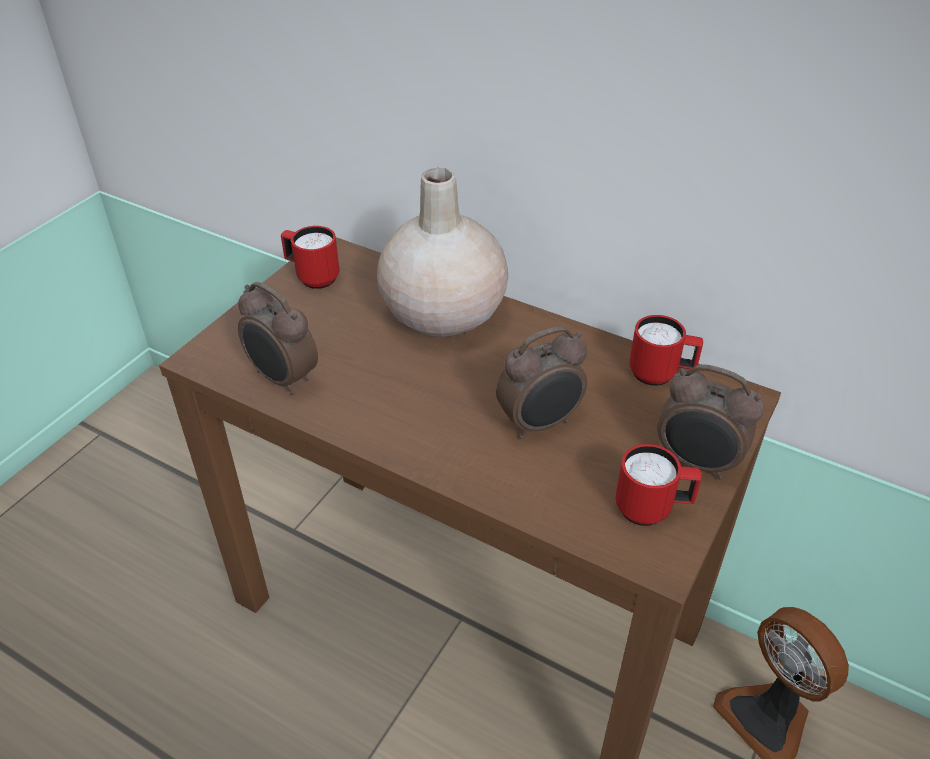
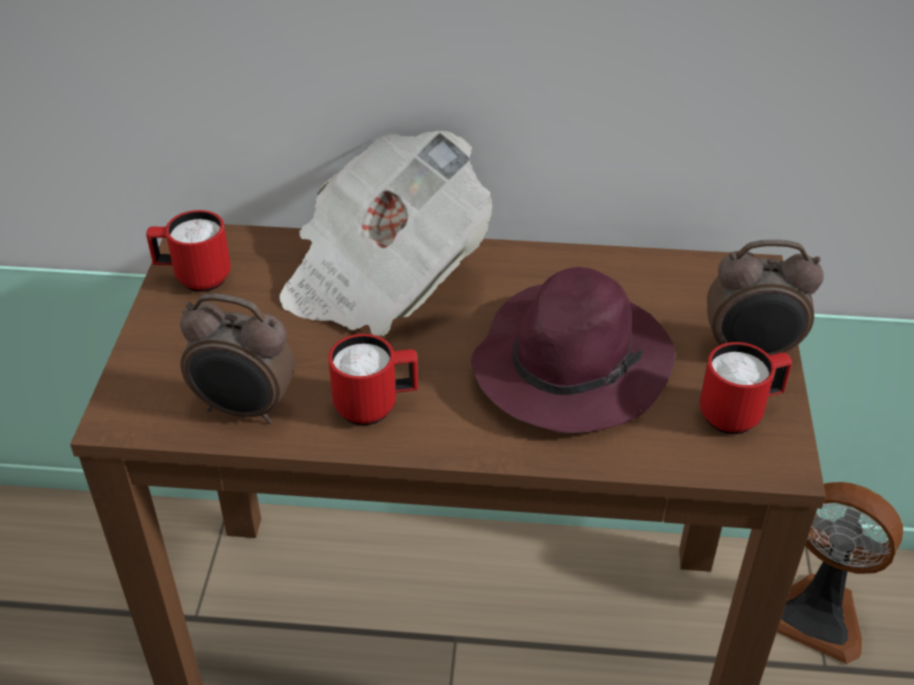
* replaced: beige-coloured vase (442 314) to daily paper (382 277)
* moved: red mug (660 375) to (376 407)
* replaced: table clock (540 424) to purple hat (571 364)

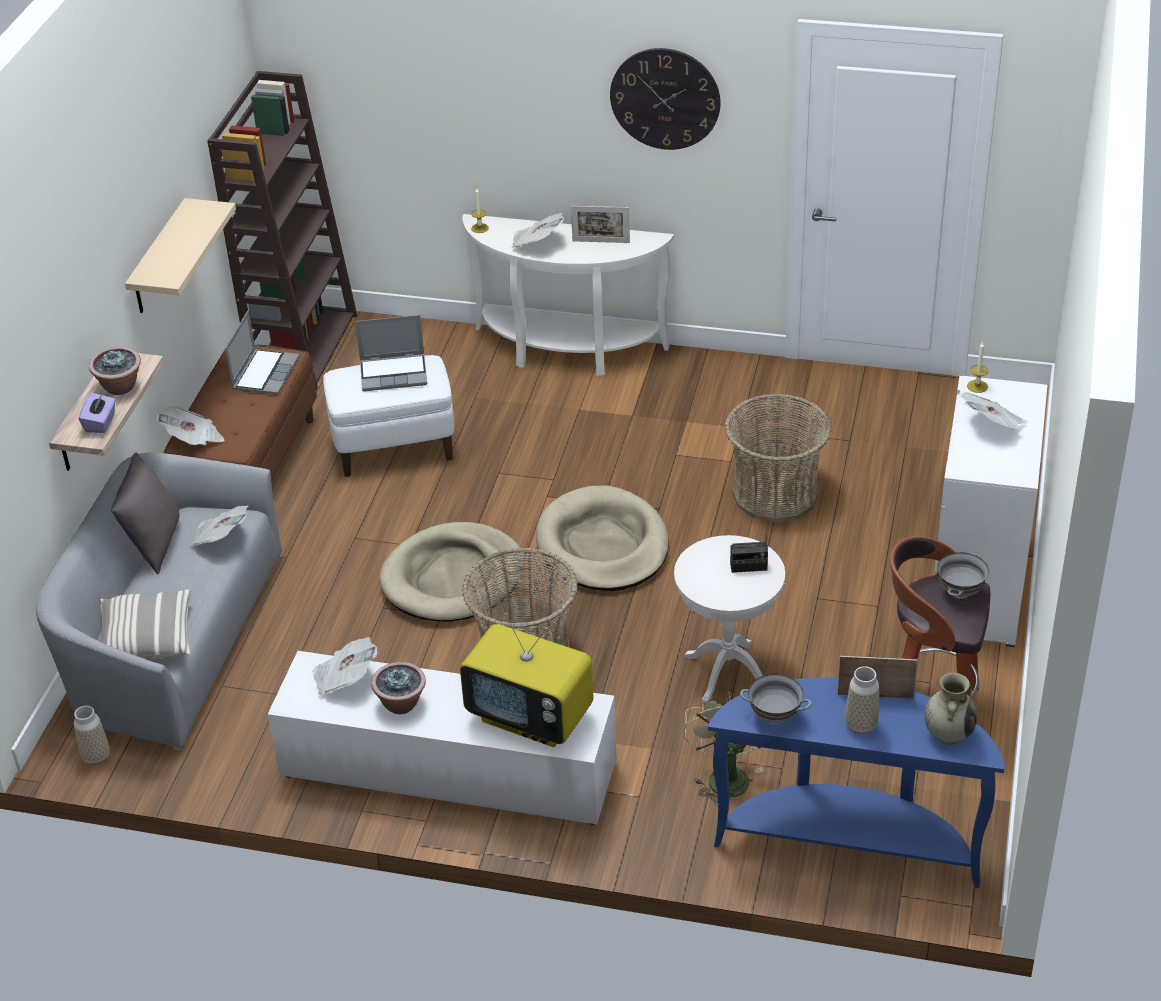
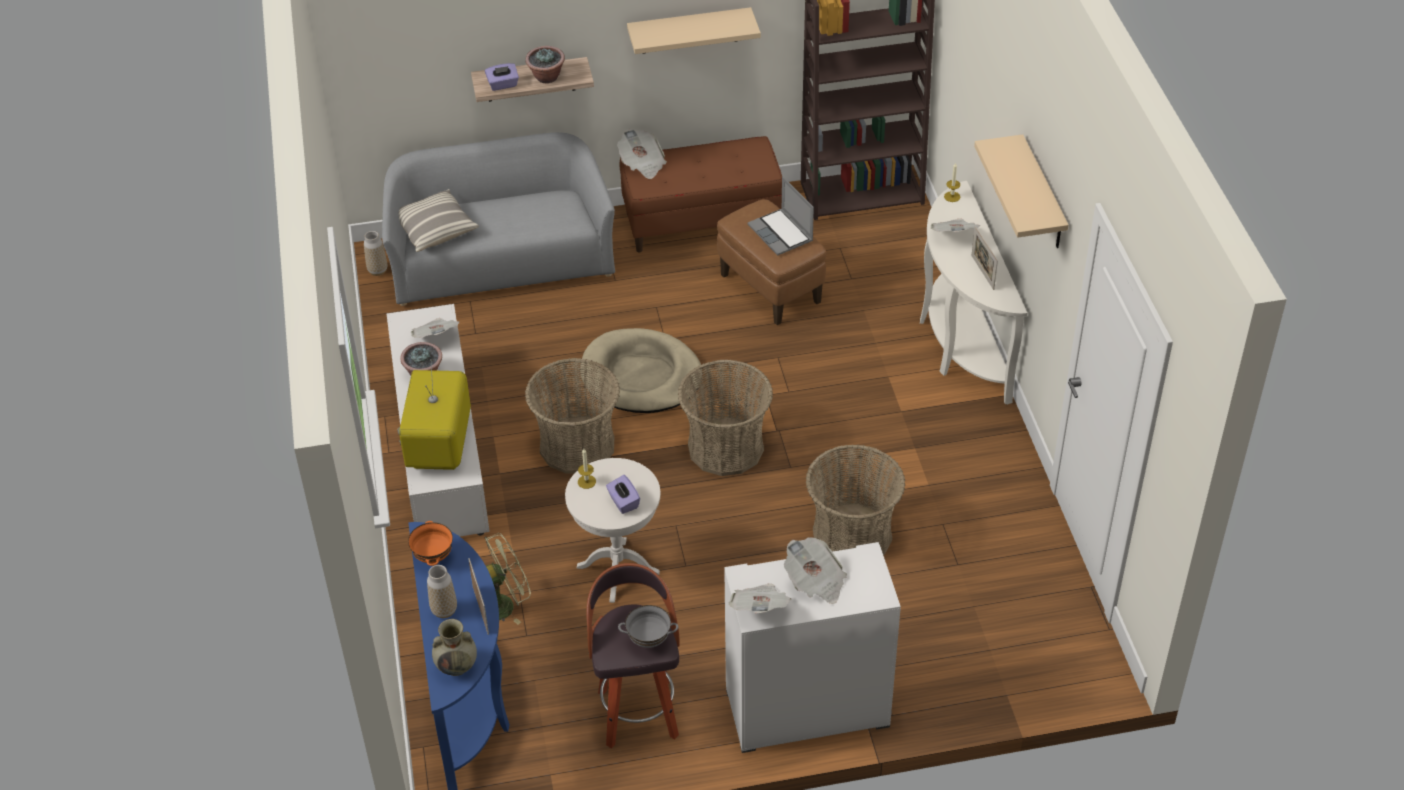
* recoloured: grey deep dish (774 717) to orangey deep dish (433 557)
* moved: wax candle (977 386) to (586 481)
* replaced: radio (748 567) to purple tissue holder (623 502)
* replaced: beige-coloured pet bed (602 545) to basket (725 448)
* recoloured: white-coloured ottoman (395 449) to brown ottoman (771 289)
* moved: daily paper (221 538) to (760 609)
* replaced: wall clock (665 98) to beige-coloured bracket shelf (1043 195)
* removed: grey pillow (154 544)
* removed: laptop (265 373)

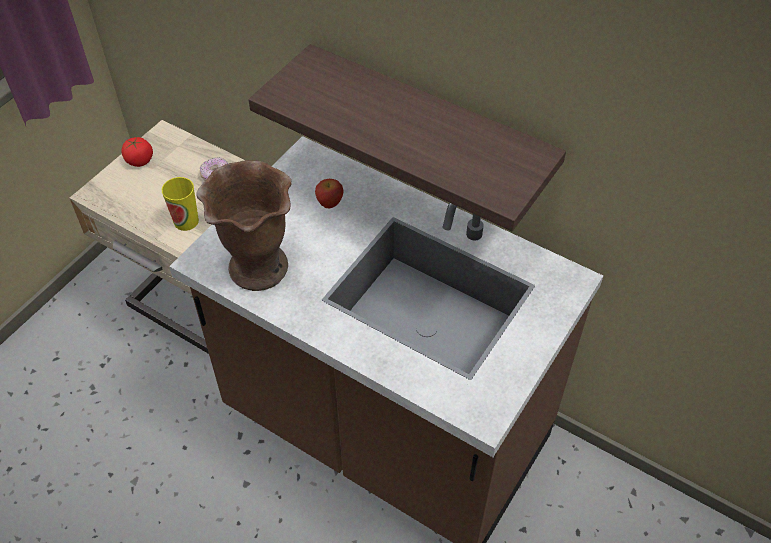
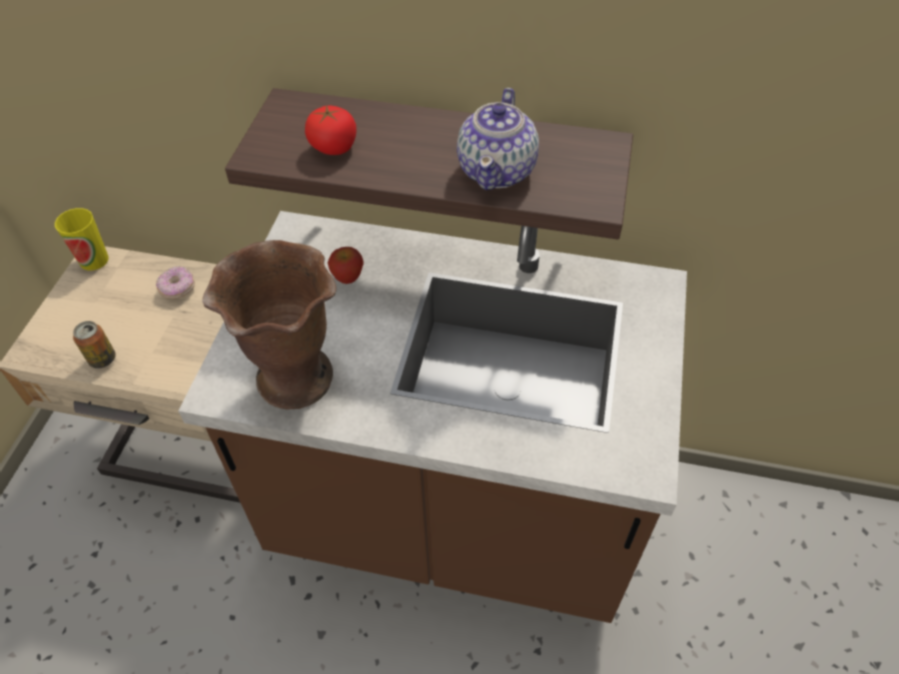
* moved: cup (186 221) to (94 260)
* added: metal can (102 359)
* moved: whole tomato (139 160) to (333 147)
* added: tea pot (497 170)

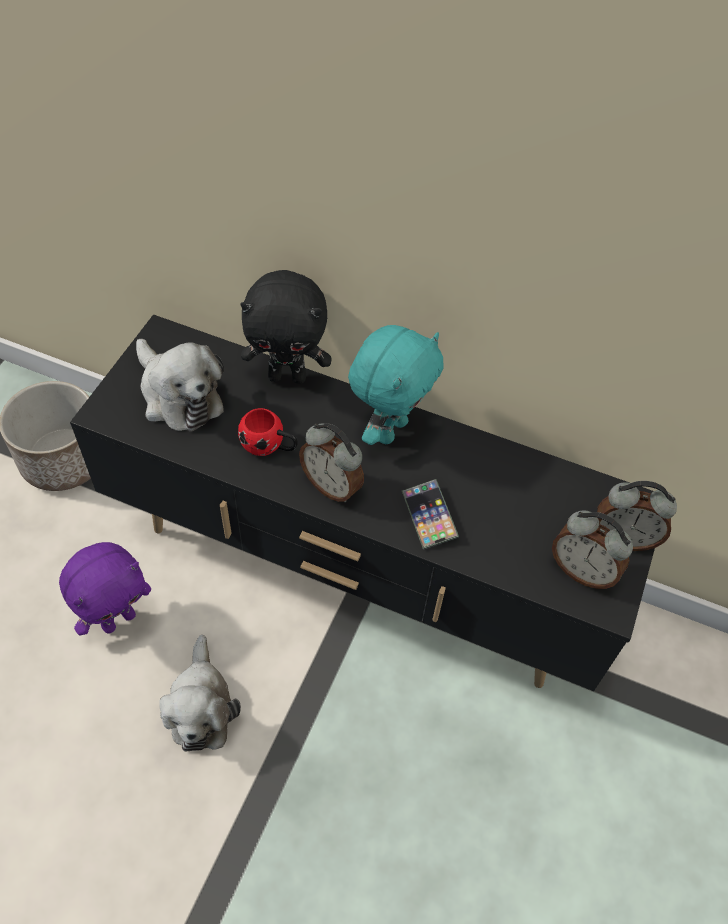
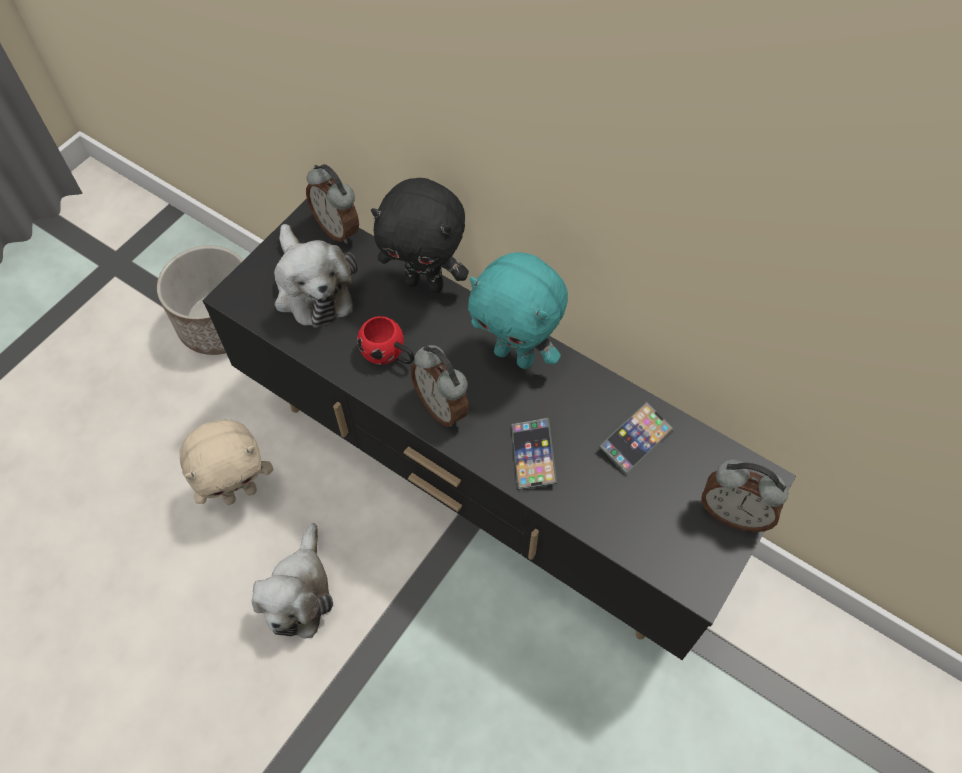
* recoloured: purple cuddly toy (118 619) to beige-coloured cuddly toy (240 492)
* moved: table clock (582 570) to (338 229)
* turned: turquoise-coloured cuddly toy (389 429) = (515 355) 75 degrees clockwise
* added: phone (635 440)

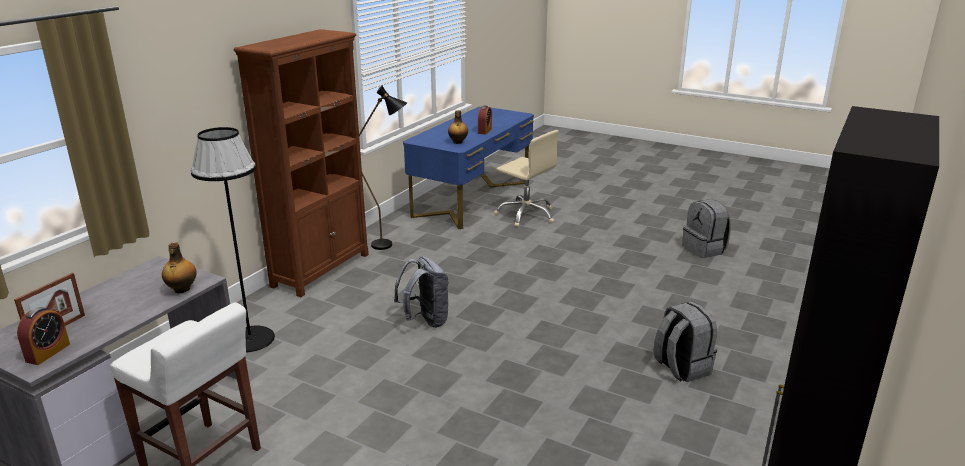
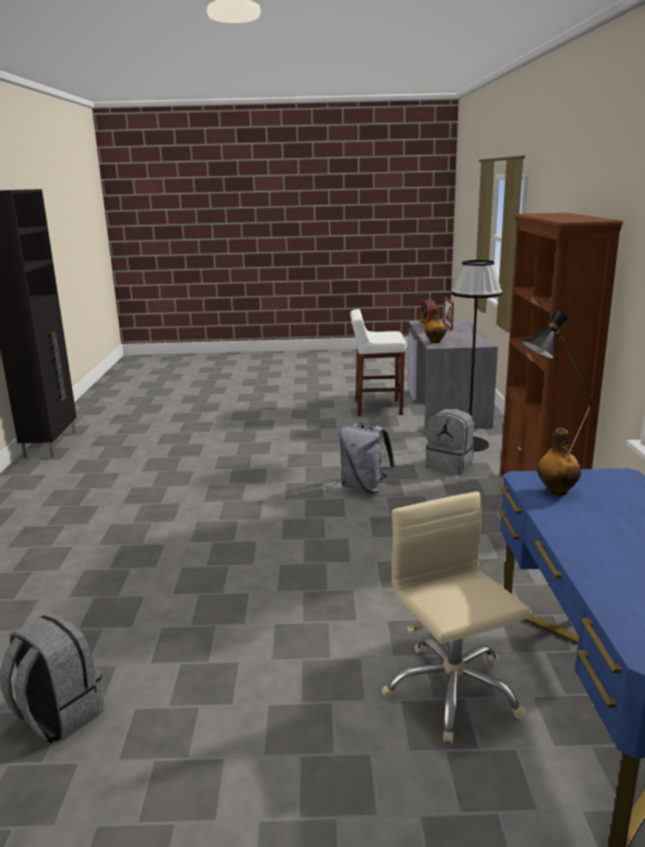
* turned: beige-coloured office chair (526 215) = (452 691) 60 degrees clockwise
* moved: grey rucksack (681 368) to (450 465)
* removed: table clock (484 131)

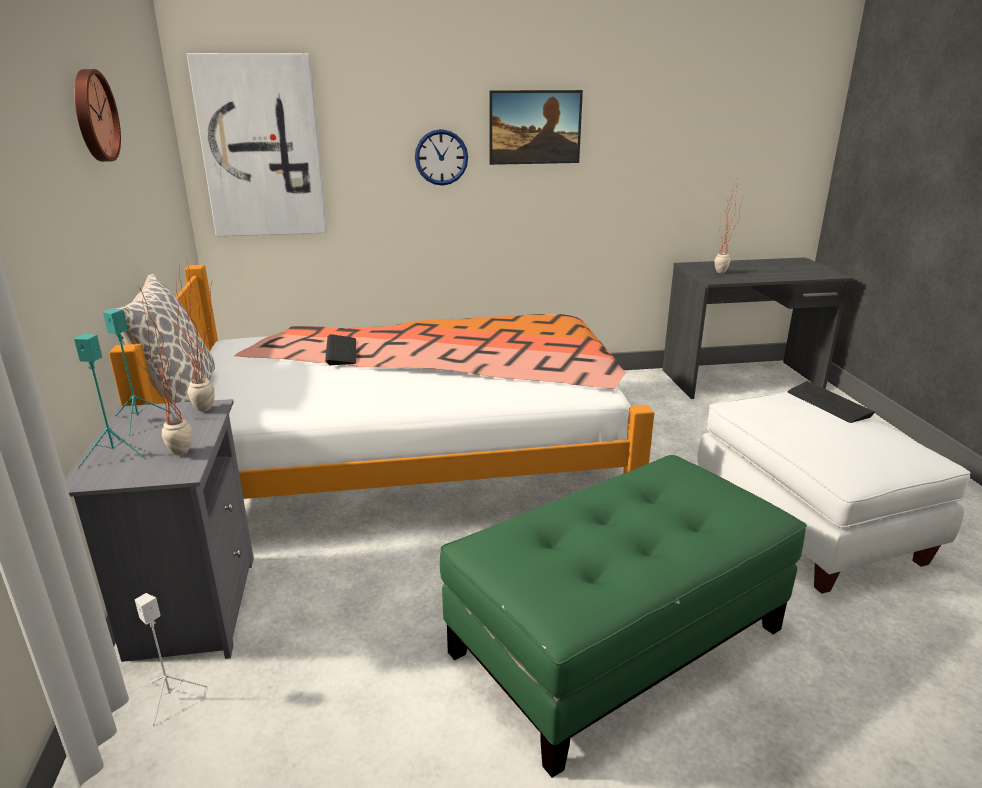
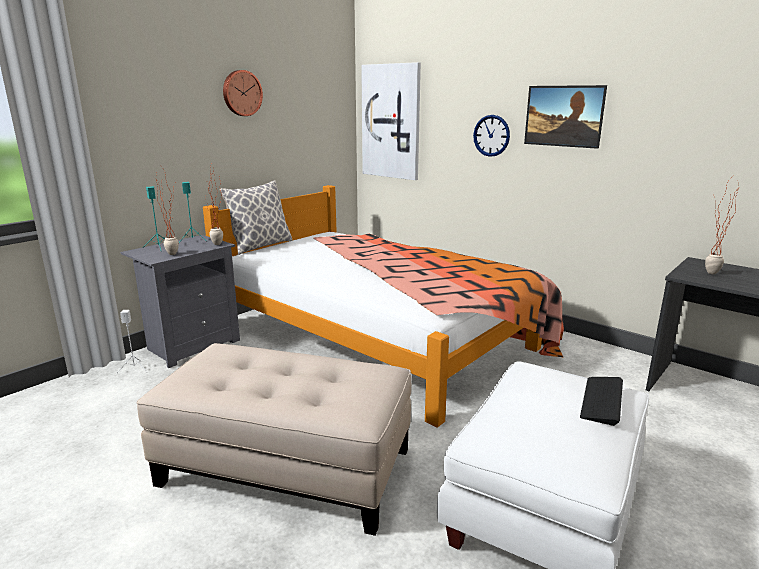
* recoloured: green ottoman (616 639) to beige-coloured ottoman (287 466)
* removed: keyboard (341 351)

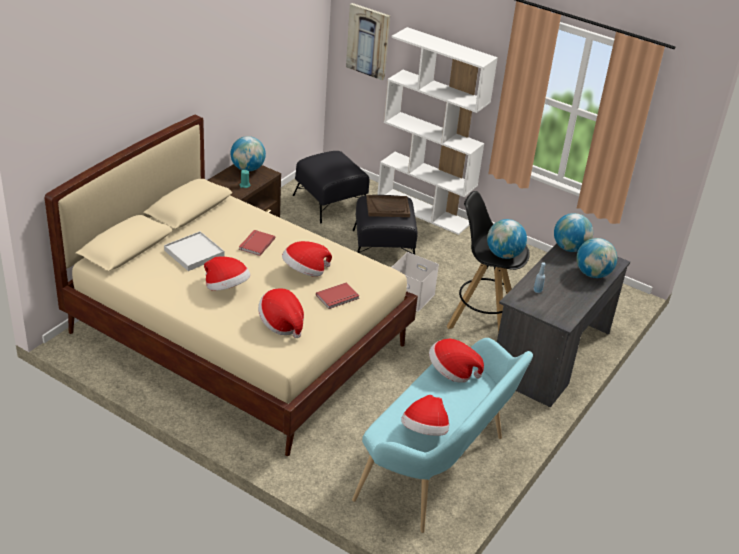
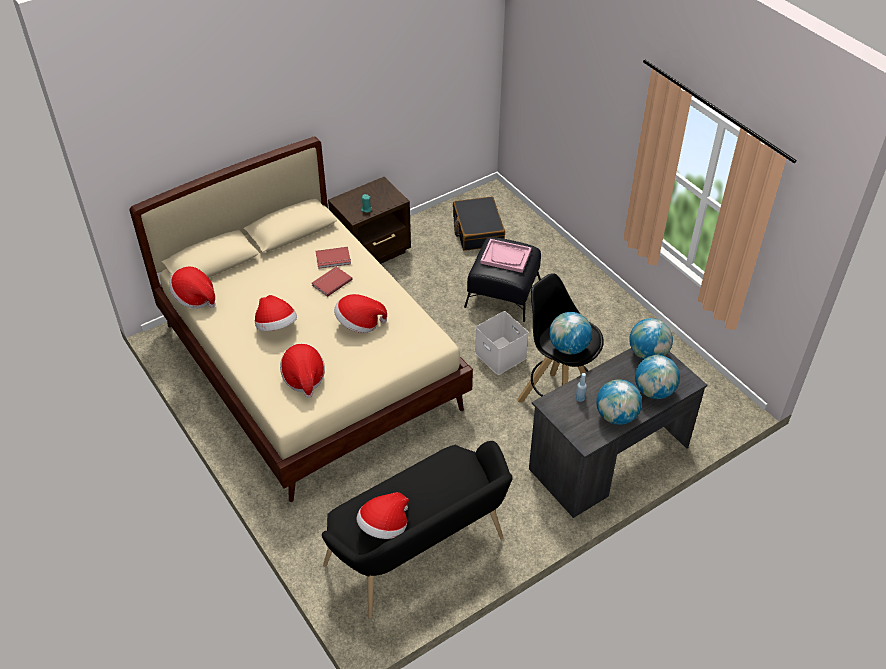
* moved: hat (452 372) to (195 297)
* moved: red book (338 297) to (333 259)
* recoloured: turquoise-coloured bench (438 470) to black-coloured bench (421 556)
* replaced: black-coloured ottoman (330 202) to black-coloured suitcase (477 231)
* recoloured: brown serving tray (388 207) to pink serving tray (506 257)
* moved: globe (248 169) to (616 416)
* removed: white-coloured serving tray (194 253)
* removed: picture (368 41)
* removed: white-coloured bookcase (424 211)

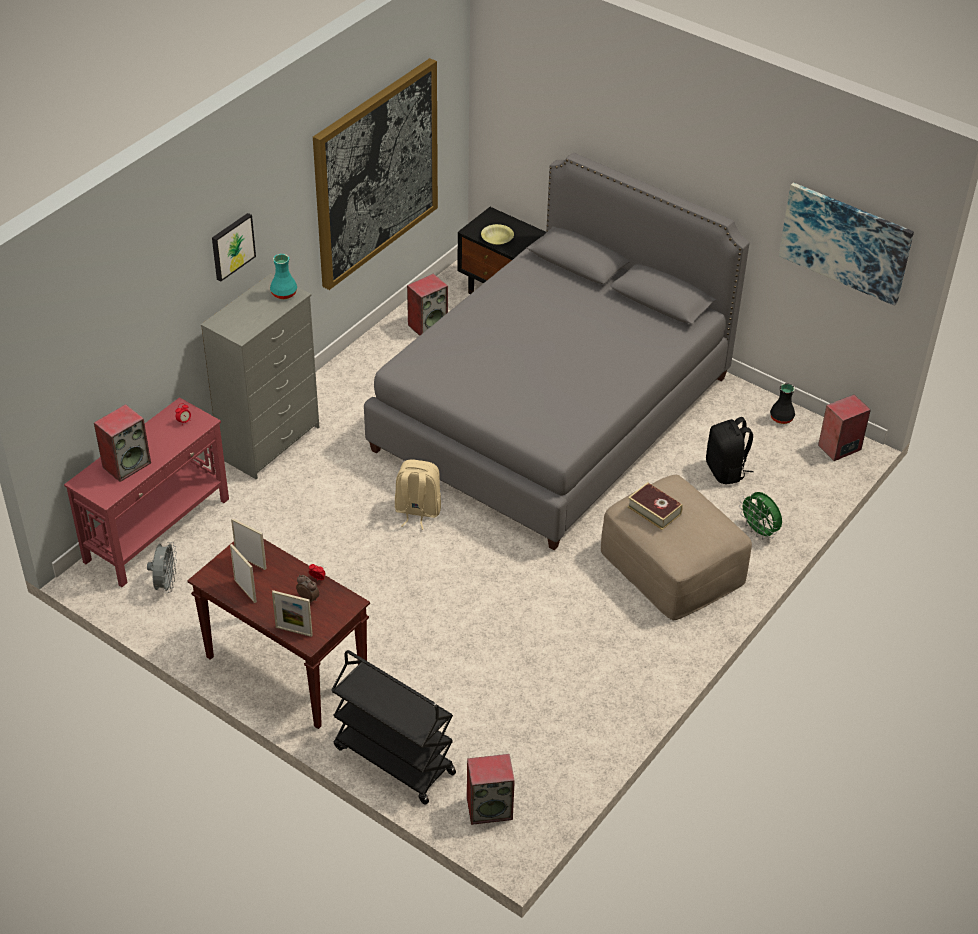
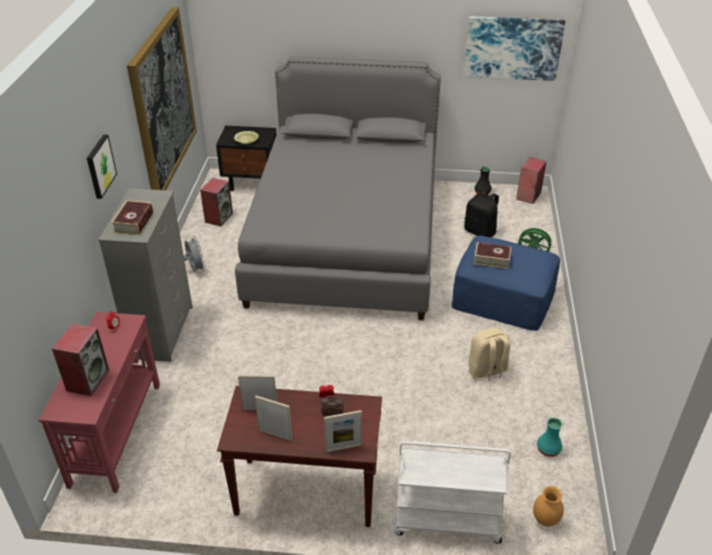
* added: book (134 222)
* moved: grey electric fan (165 584) to (195 269)
* recoloured: black-coloured trolley (393 760) to white-coloured trolley (446 521)
* recoloured: beige-coloured ottoman (671 565) to blue-coloured ottoman (503 298)
* moved: beige-coloured rucksack (417 511) to (487 373)
* replaced: loudspeaker (490 808) to brown vase (545 519)
* moved: turquoise-coloured vase (283 294) to (548 450)

